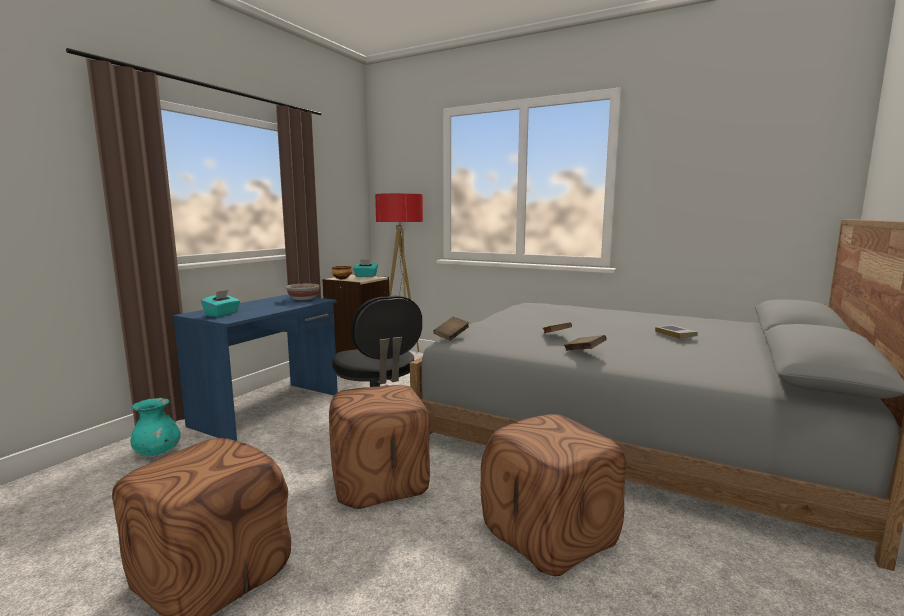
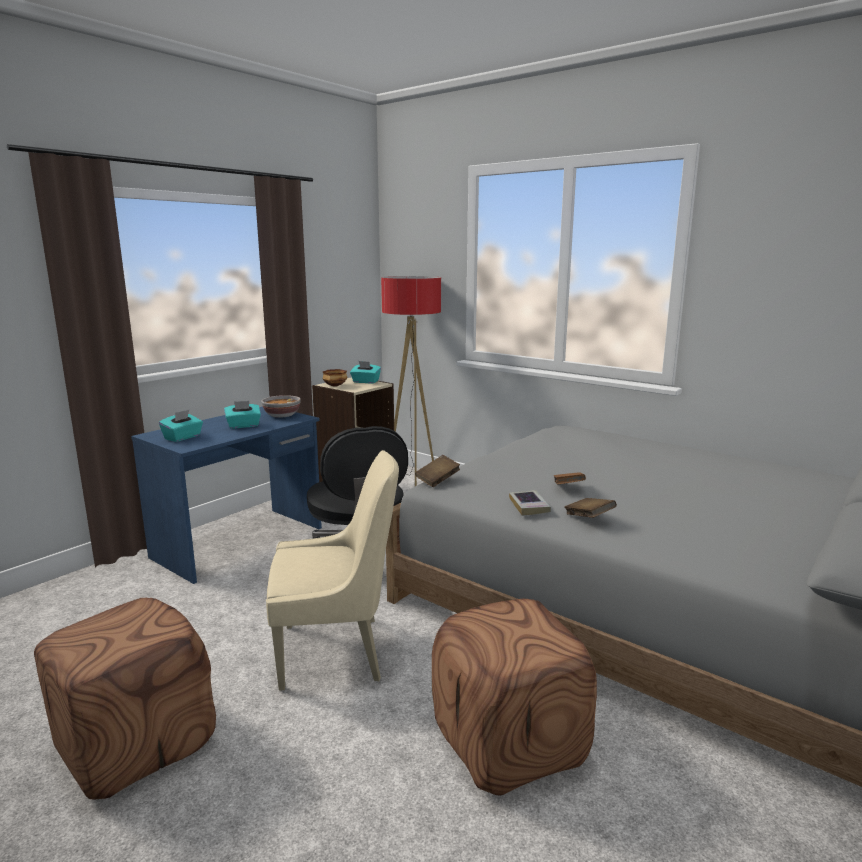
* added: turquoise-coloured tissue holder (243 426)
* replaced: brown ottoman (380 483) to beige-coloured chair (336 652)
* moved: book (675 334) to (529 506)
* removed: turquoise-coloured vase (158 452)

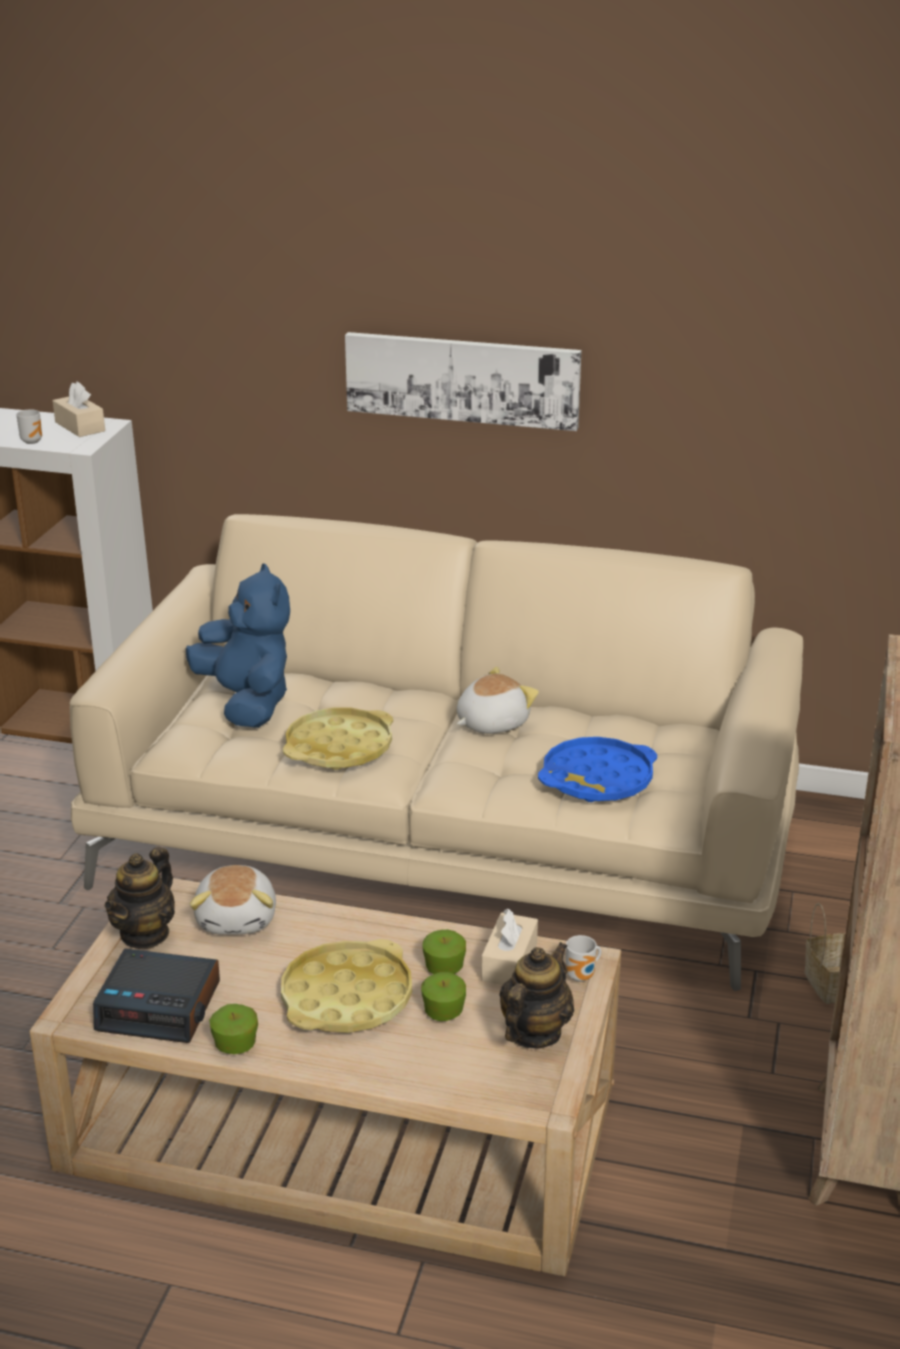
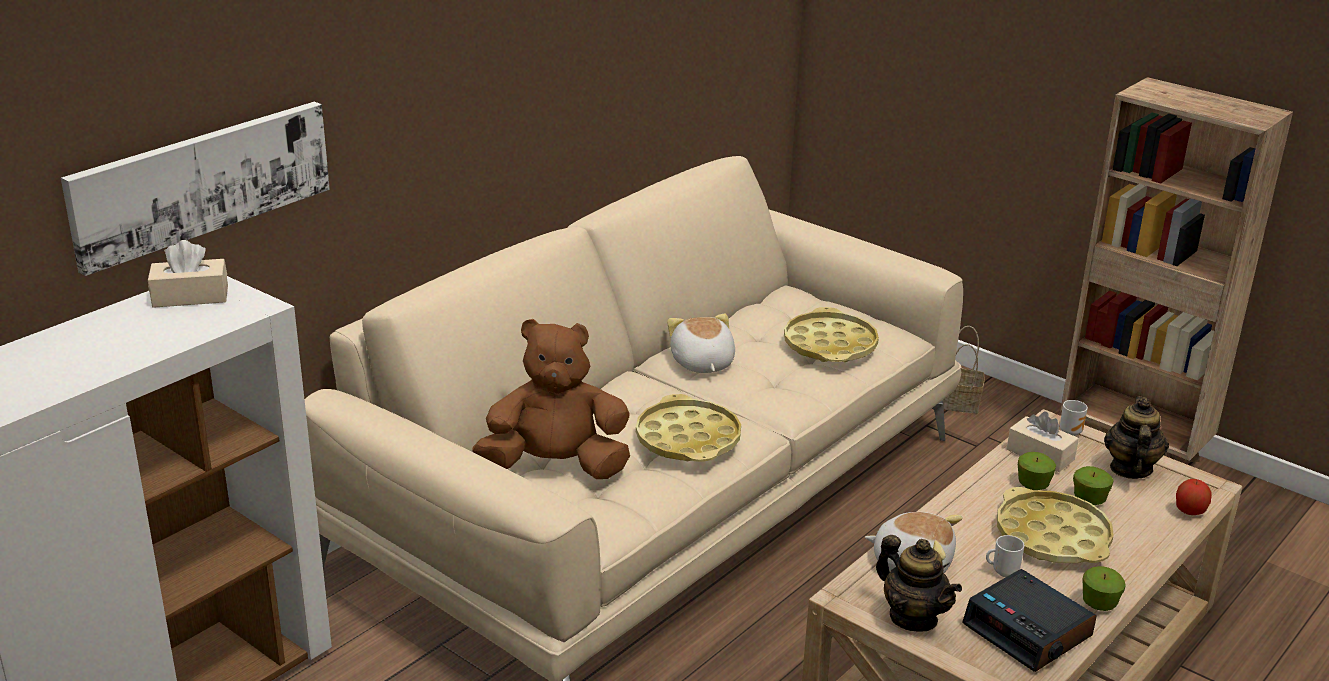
* moved: picture (462 379) to (201 182)
* recoloured: blue-coloured cuddly toy (247 703) to brown cuddly toy (555 467)
* recoloured: blue-coloured serving tray (597 779) to yellowish serving tray (830 345)
* turned: table clock (160 1006) = (1029 631) 105 degrees clockwise
* moved: mug (32 441) to (1003 572)
* turned: tea pot (534 1033) = (1130 469) 45 degrees clockwise
* added: apple (1189 511)

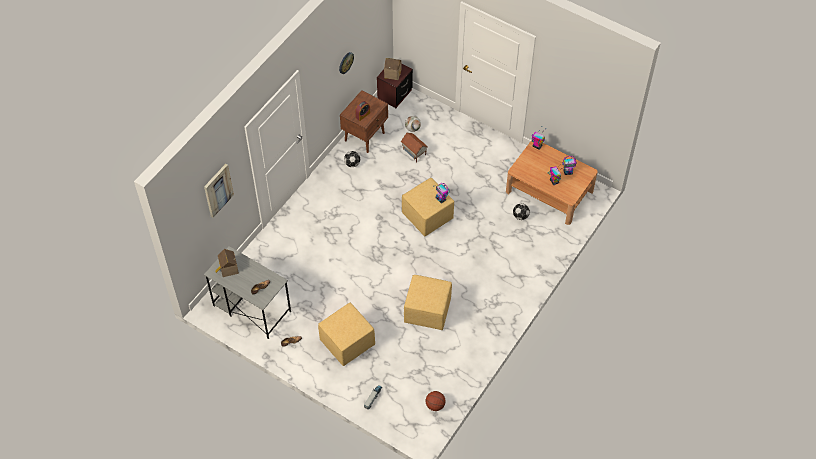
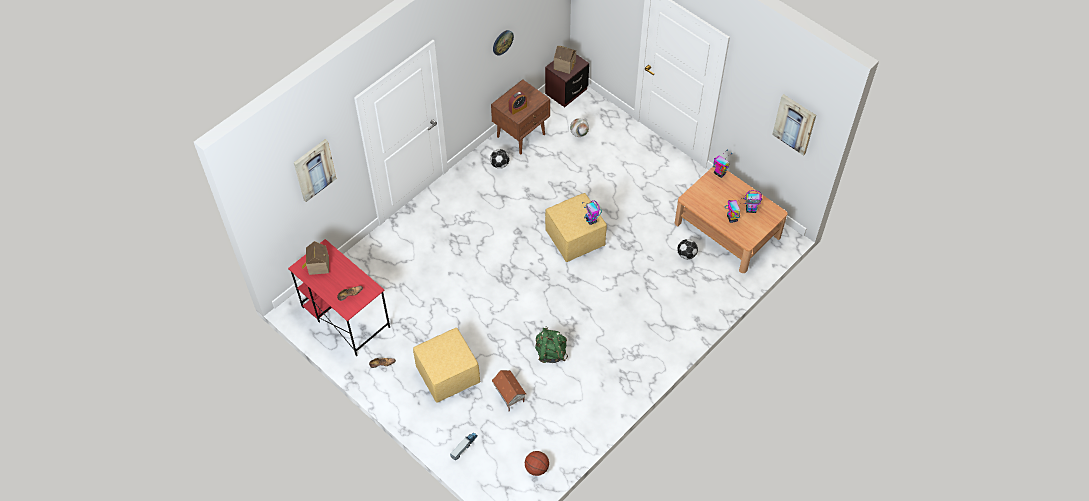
* recoloured: grey desk table (251 308) to red desk table (345 316)
* moved: toy house (414 153) to (509 396)
* replaced: yellowish ottoman (427 312) to green rucksack (550 352)
* added: picture (794 124)

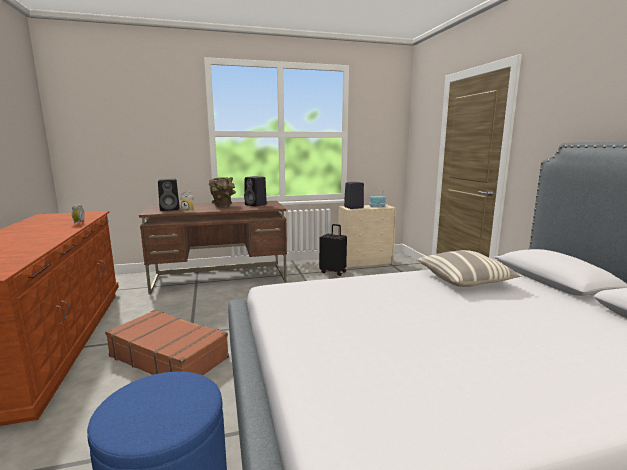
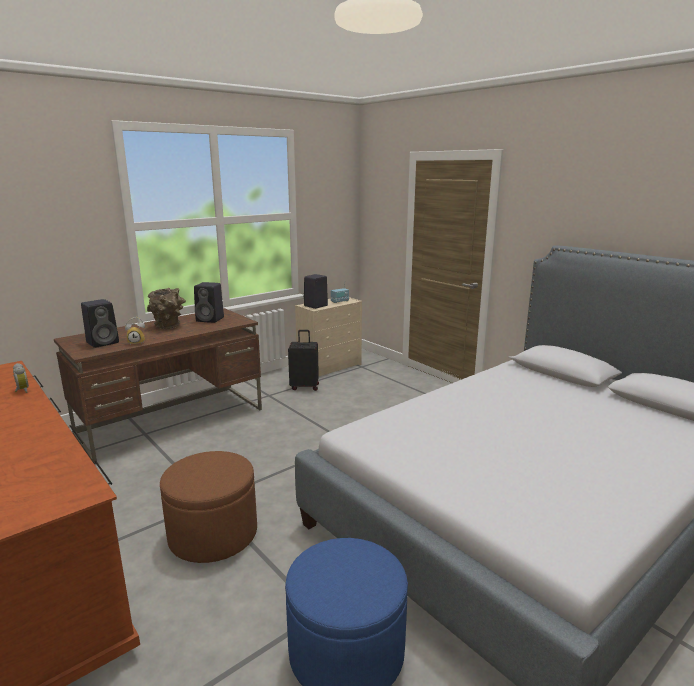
* replaced: brown suitcase (169 357) to brown ottoman (213 534)
* removed: pillow (465 280)

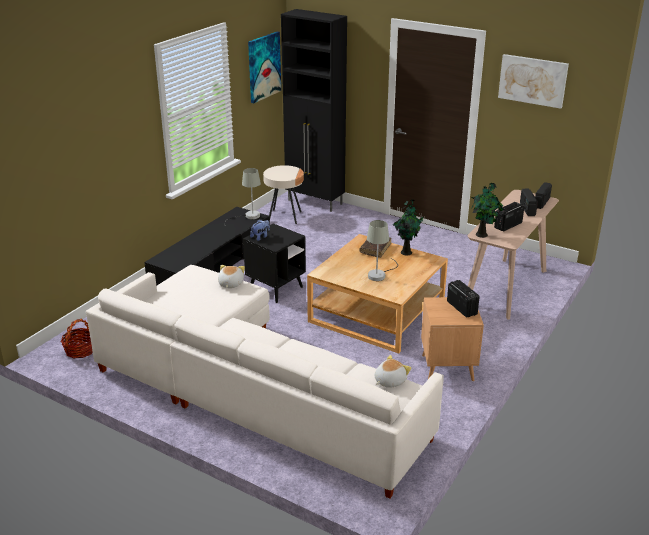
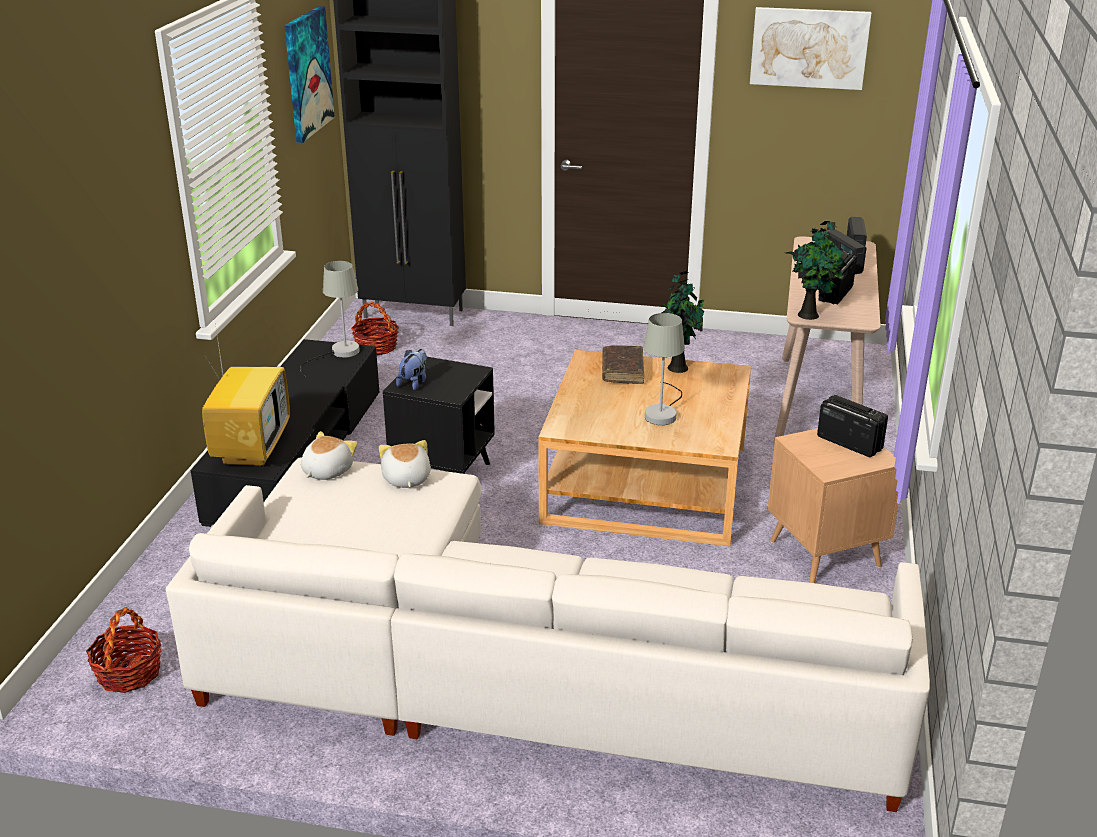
* added: television (251 448)
* moved: cuddly toy (389 381) to (326 471)
* replaced: beige-coloured side table (284 217) to basket (376 347)

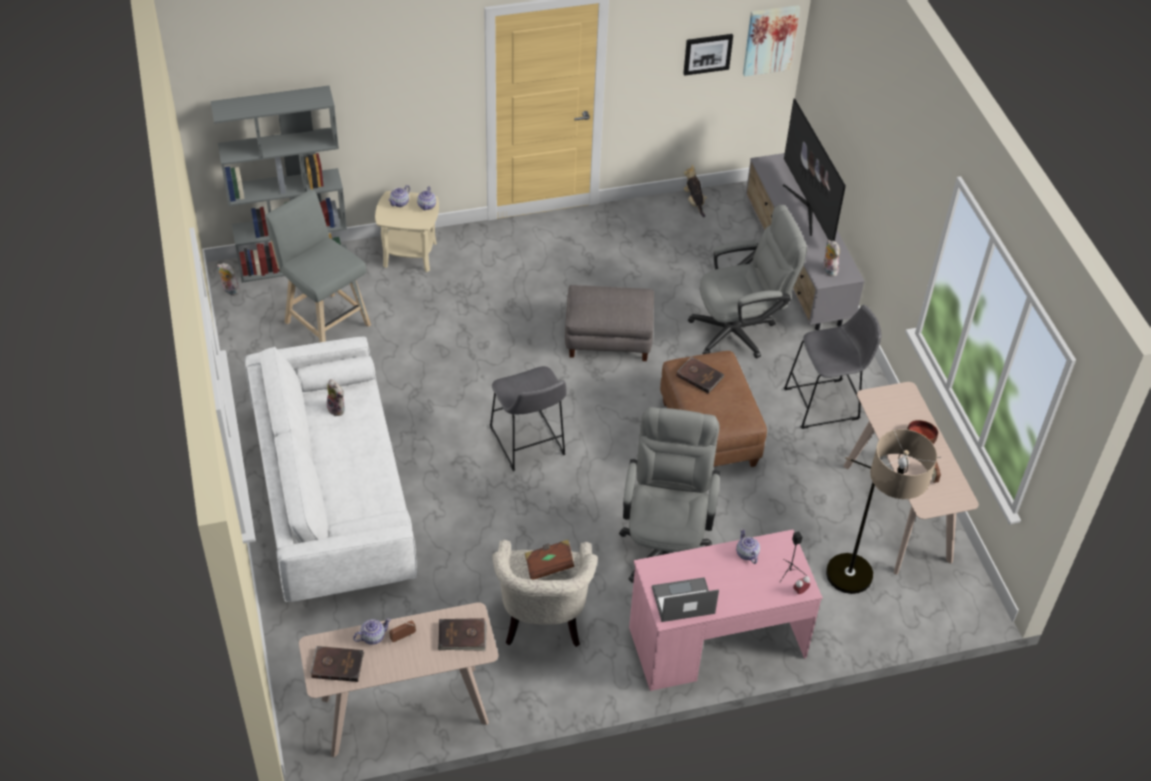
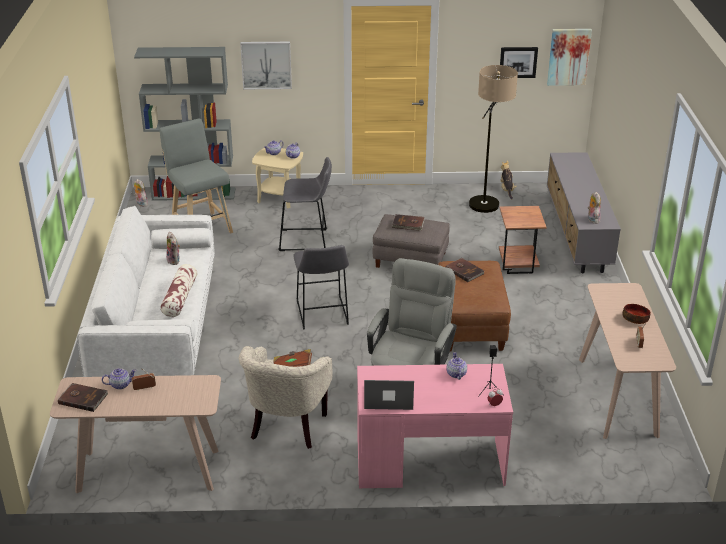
* added: pillow (180 298)
* added: picture (266 65)
* moved: grey sitting stool (826 404) to (306 240)
* moved: brown book (462 636) to (408 224)
* moved: standing lamp (857 589) to (486 211)
* replaced: grey office chair (740 330) to brown side table (518 266)
* removed: television (808 207)

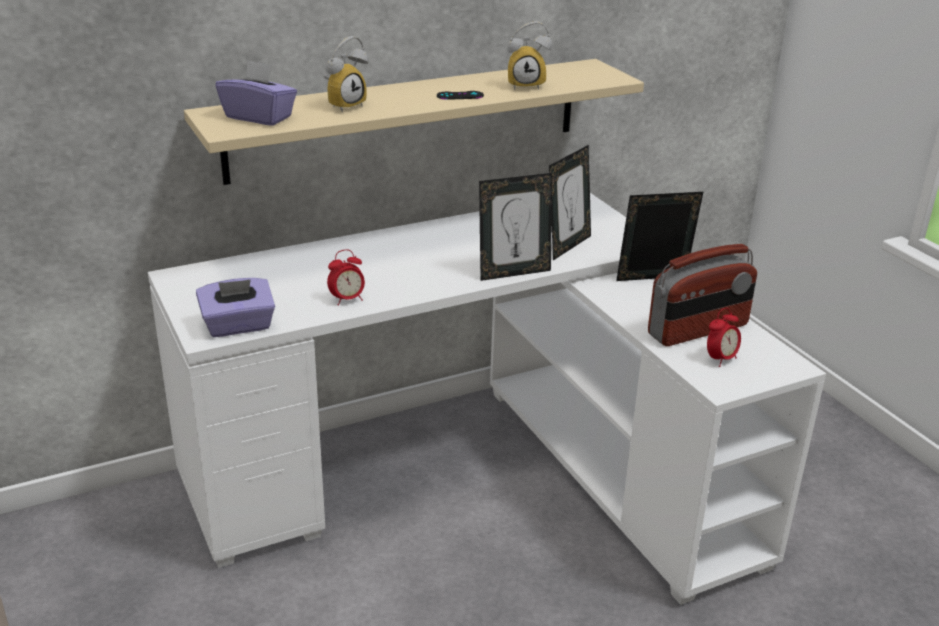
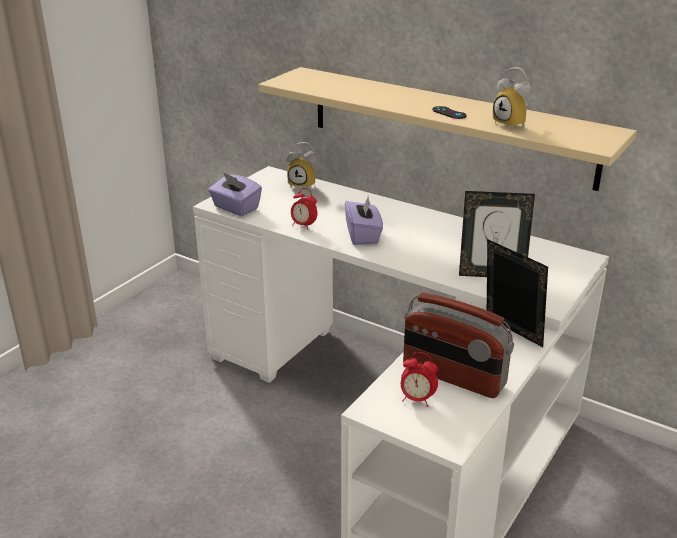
* moved: table clock (344 105) to (303 184)
* moved: purple tissue holder (259 117) to (363 235)
* removed: picture frame (513 272)

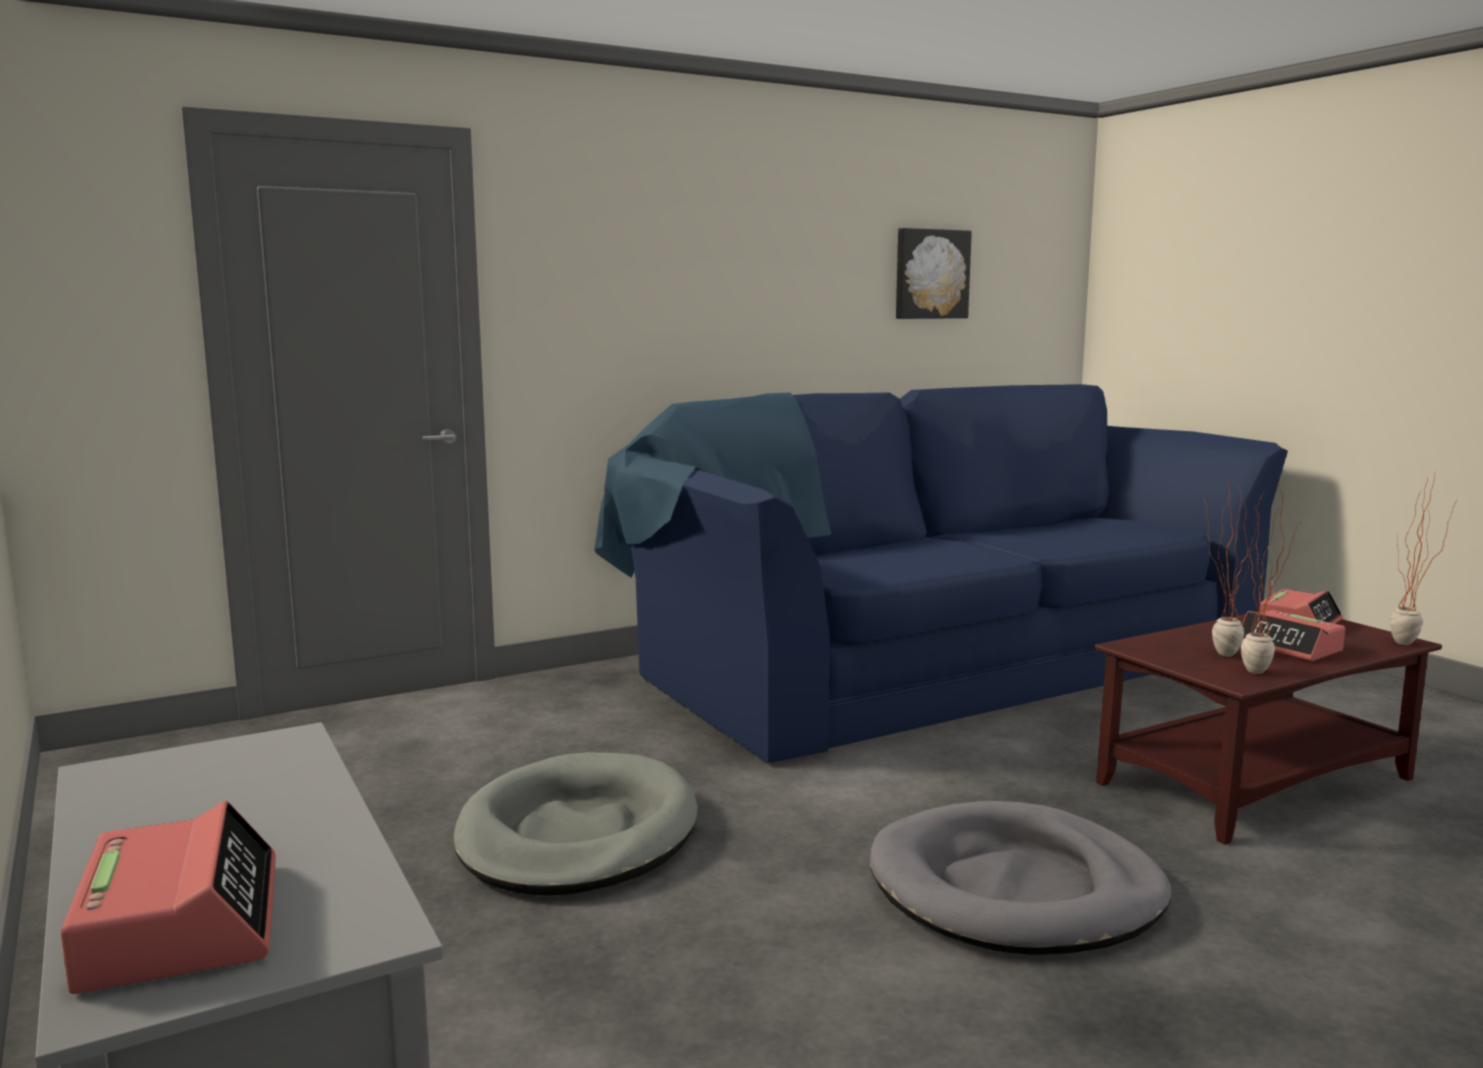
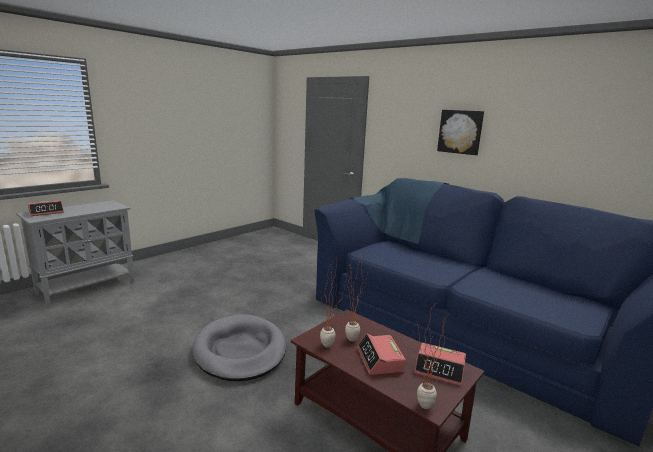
* turned: table clock (1290 647) = (380 360) 45 degrees counterclockwise
* moved: picture (930 274) to (460 132)
* removed: grey pet bed (577 834)

